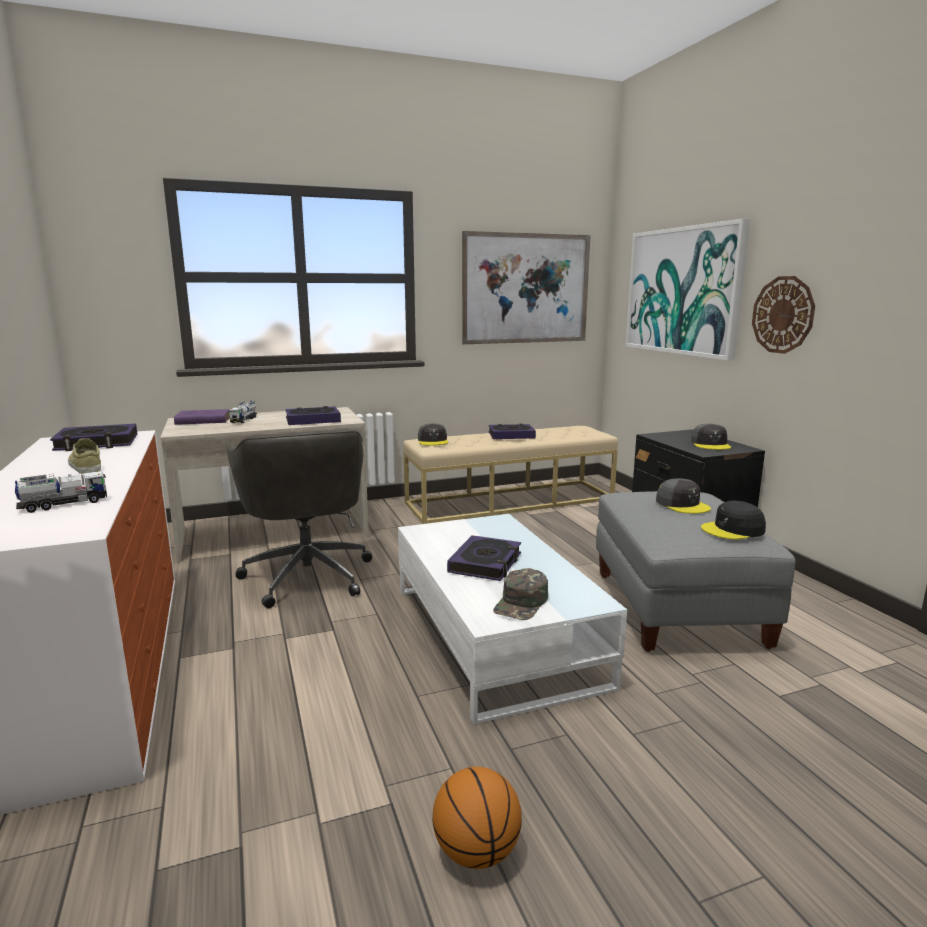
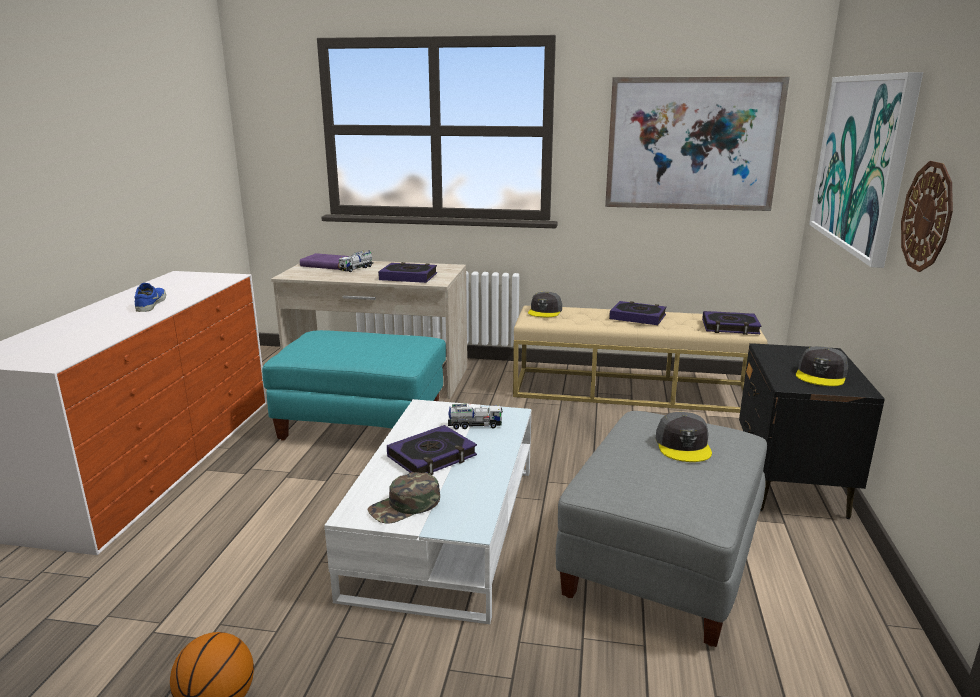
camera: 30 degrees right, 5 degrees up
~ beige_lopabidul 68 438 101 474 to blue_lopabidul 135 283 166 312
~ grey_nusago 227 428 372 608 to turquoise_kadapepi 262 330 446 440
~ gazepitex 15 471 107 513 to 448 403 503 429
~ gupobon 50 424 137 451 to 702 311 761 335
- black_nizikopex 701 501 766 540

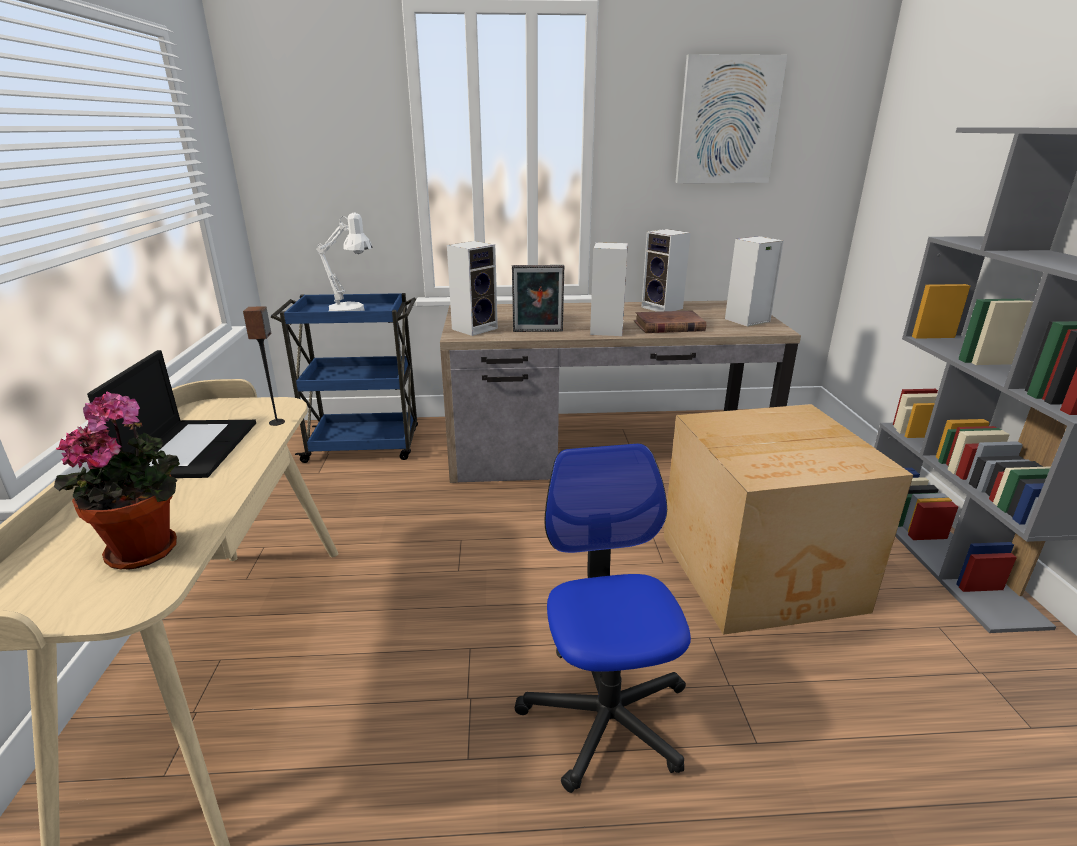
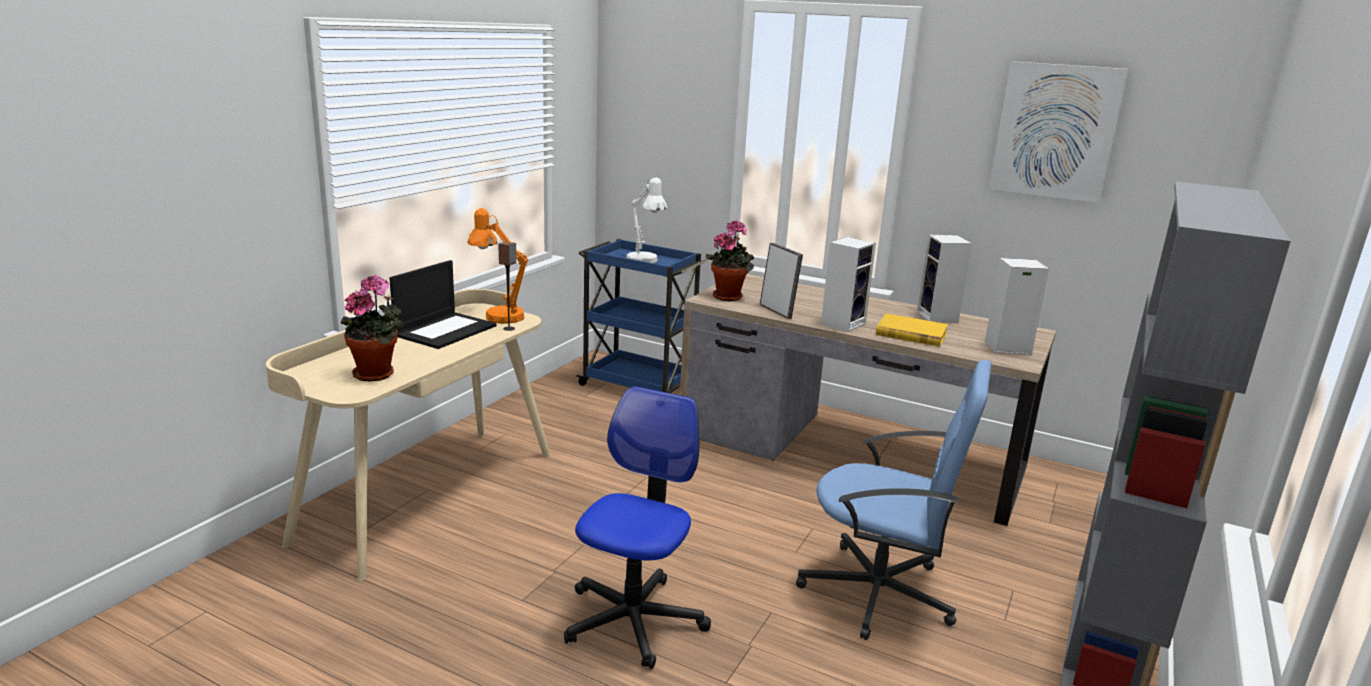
camera: 30 degrees right, 5 degrees down
+ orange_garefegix 467 208 529 324
~ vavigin 447 241 498 336 to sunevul 706 220 754 301
~ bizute 512 265 564 332 = 760 243 803 319 150 degrees counterclockwise
~ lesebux 663 404 913 635 to blue_nusago 796 360 992 640
~ brown_gupobon 634 310 706 333 to yellow_gupobon 876 313 949 347

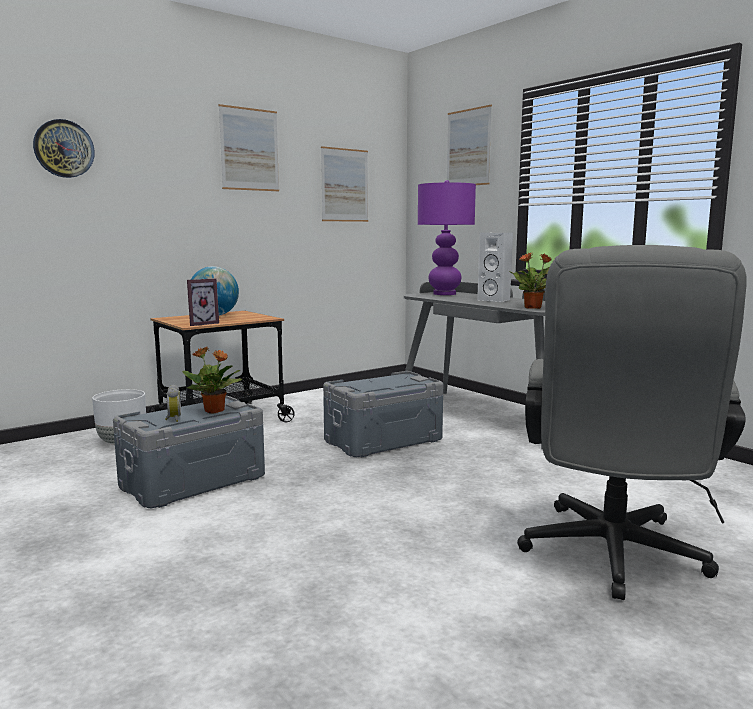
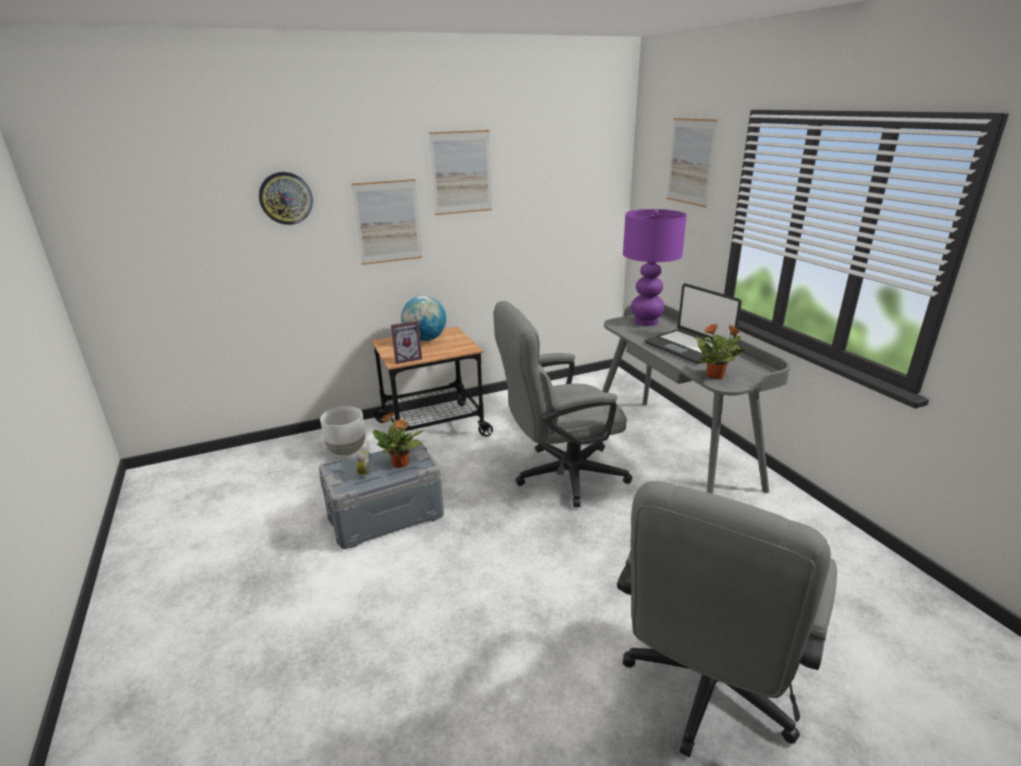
camera: 15 degrees right, 15 degrees up
~ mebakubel 321 146 368 222 to 351 179 422 265
~ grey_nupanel 323 371 443 457 to grey_nusago 493 301 632 507
~ white_vavigin 477 233 513 302 to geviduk 645 283 742 364

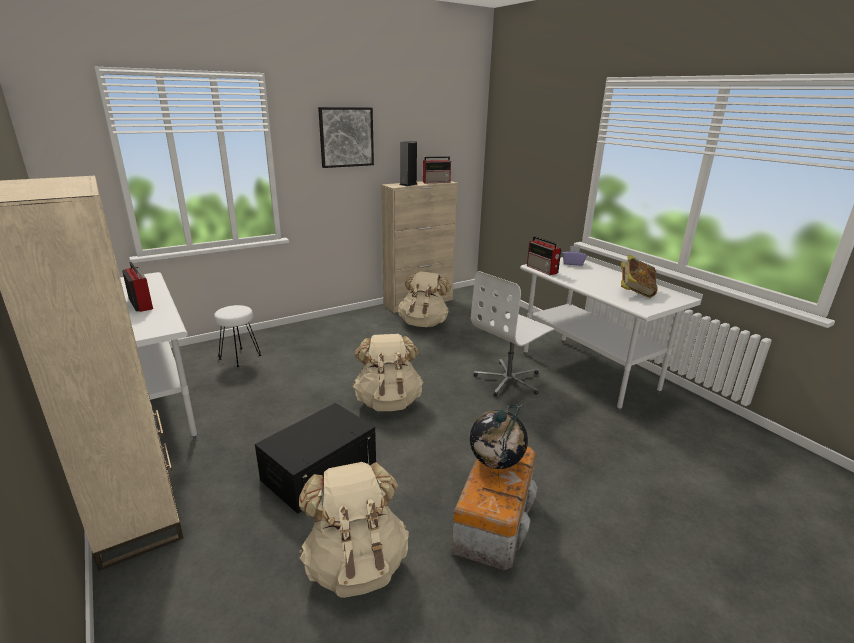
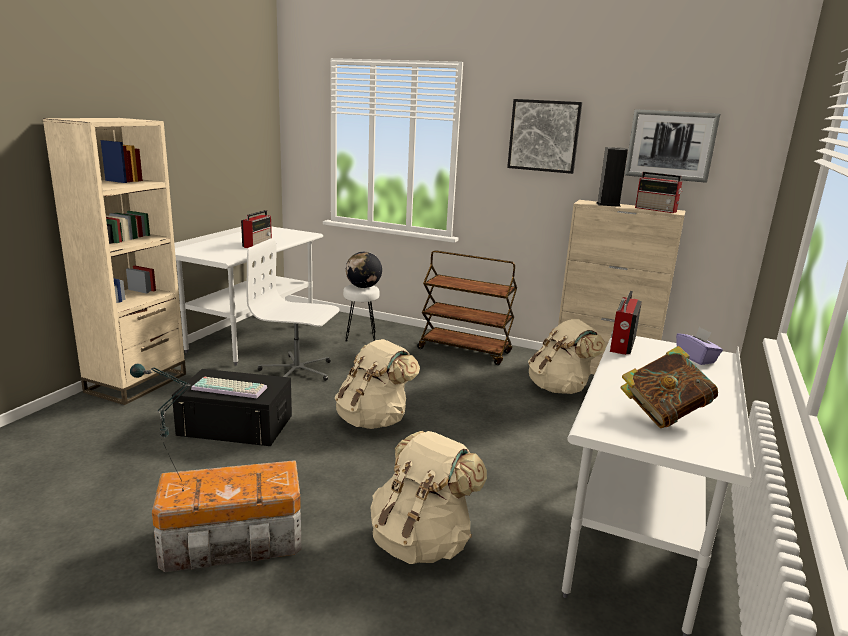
camera: 55 degrees right, 5 degrees down
+ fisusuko 191 377 267 398
~ white_nusago 471 271 554 396 to 247 238 339 381
~ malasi 470 410 528 469 to 346 252 382 288
~ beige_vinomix 299 462 409 598 to 370 431 487 564
+ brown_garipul 417 250 517 365
+ mebakubel 625 109 720 183

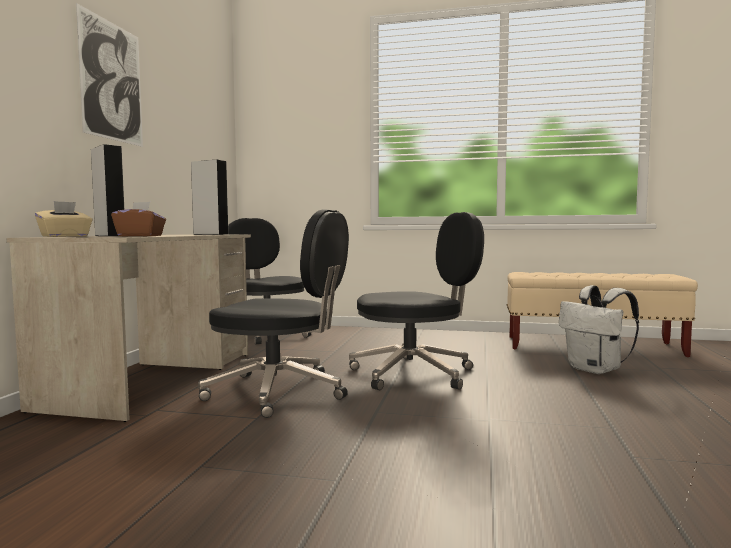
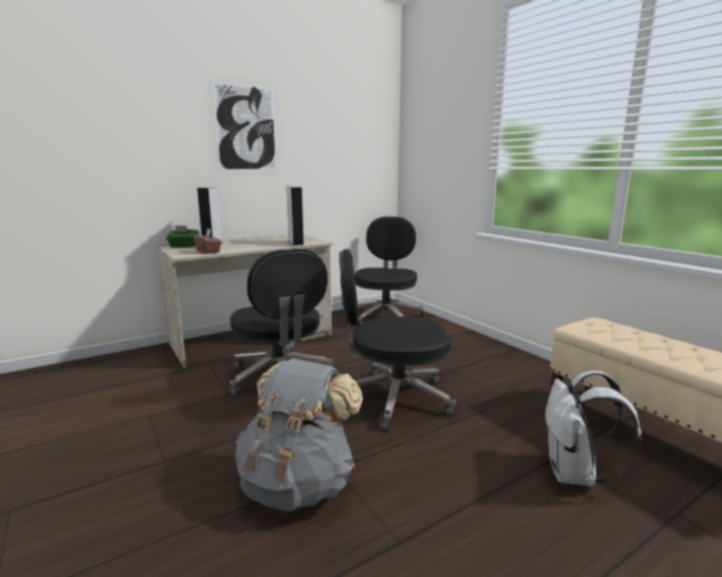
camera: 45 degrees right, 10 degrees up
~ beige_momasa 35 201 93 237 to green_momasa 166 225 199 248
+ grey_vinomix 235 358 363 512
~ black_nusago 349 212 484 390 = 339 249 456 431 150 degrees clockwise

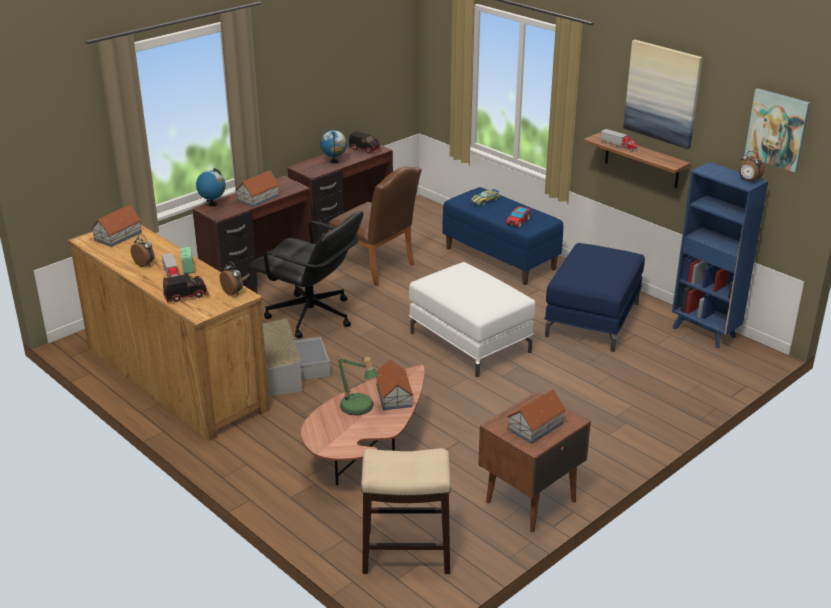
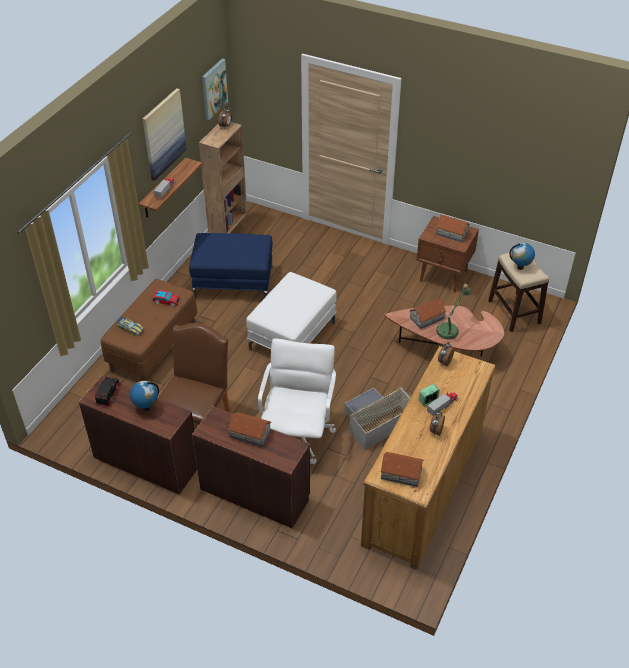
camera: 110 degrees left, 15 degrees up
~ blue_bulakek 442 187 563 285 to brown_bulakek 101 279 197 381
~ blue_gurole 672 162 768 348 to brown_gurole 199 122 247 233
~ black_nusago 249 211 363 338 to white_nusago 258 339 336 464
~ malasi 196 168 226 207 to 509 243 535 270
- gazepitex 163 274 209 303

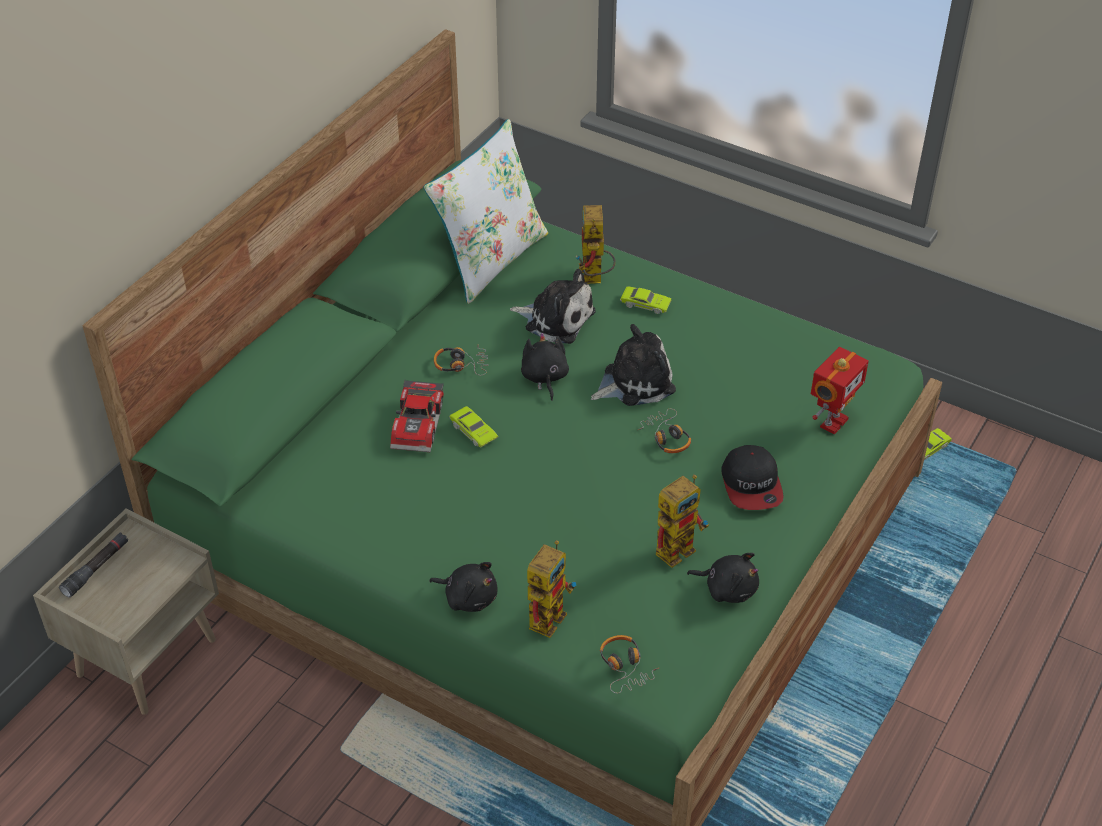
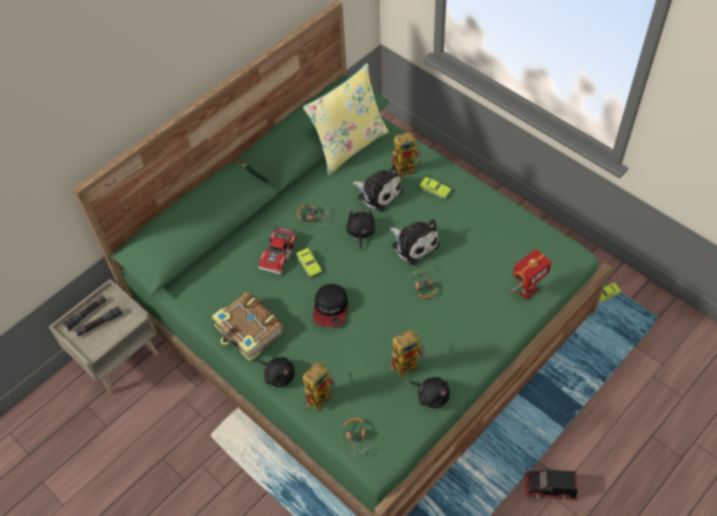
camera: 15 degrees right, 10 degrees up
+ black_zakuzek 75 306 123 337
+ gupobon 212 292 284 362
~ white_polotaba 423 119 548 304 to yellow_polotaba 303 63 389 175
~ nizikopex 721 445 784 510 to 313 284 348 327
~ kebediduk 591 324 676 406 = 390 219 440 265 60 degrees clockwise
~ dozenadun 576 205 616 284 = 391 132 422 177 120 degrees counterclockwise
+ gazepitex 525 469 577 501

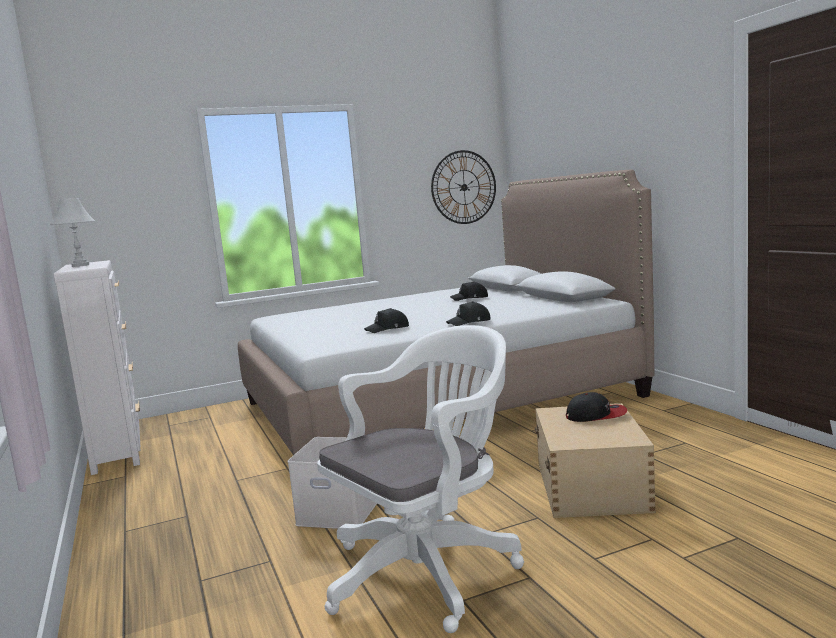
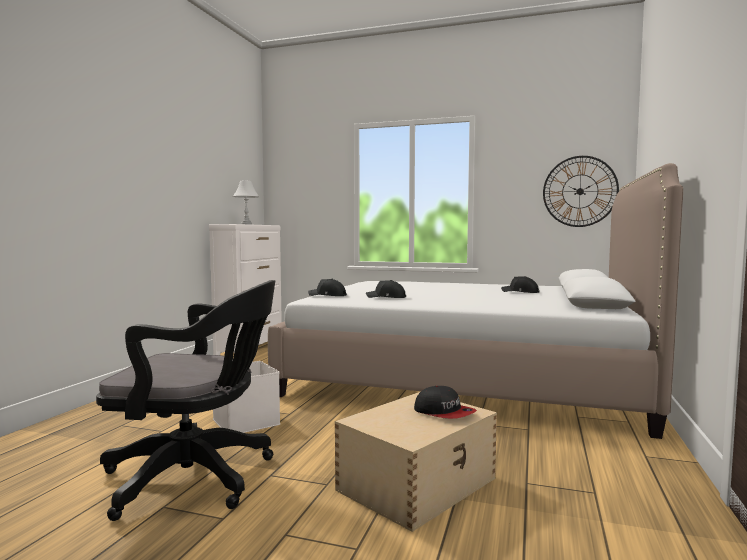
camera: 40 degrees right, 5 degrees down
~ white_nusago 317 325 524 633 to black_nusago 96 280 275 521
~ black_nizikopex 446 301 490 326 to 308 279 347 296

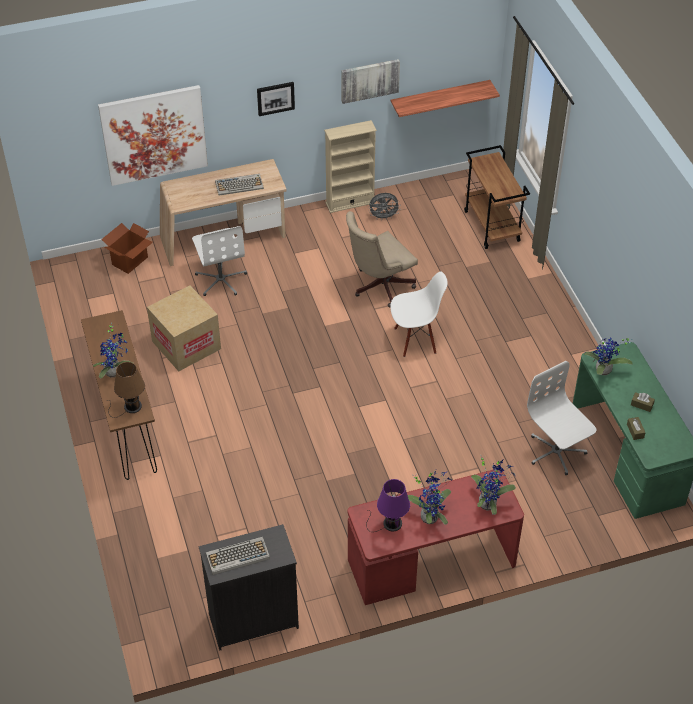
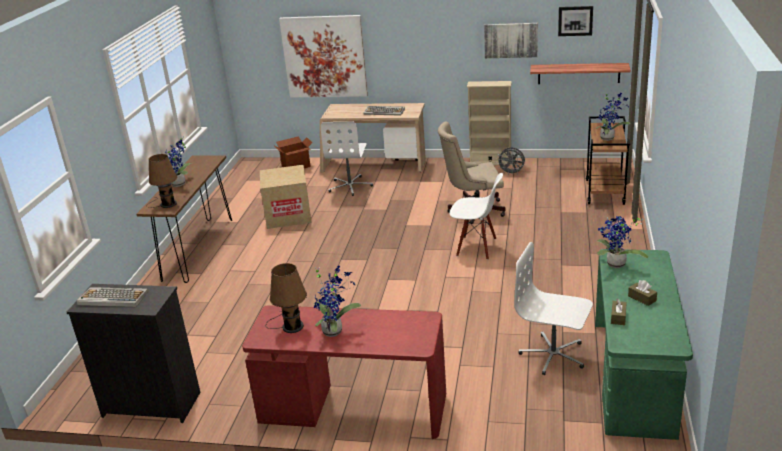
camera: 30 degrees right, 20 degrees down
~ purple_garefegix 366 479 410 532 to brown_garefegix 266 263 307 333
~ white_nusago 527 361 597 475 = 514 242 593 375 60 degrees counterclockwise
~ mebakubel 257 82 295 116 to 558 6 593 36
~ sunevul 471 455 516 515 to 595 93 630 141

